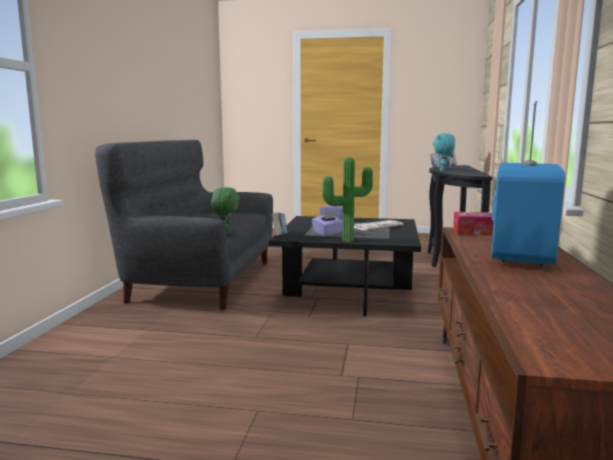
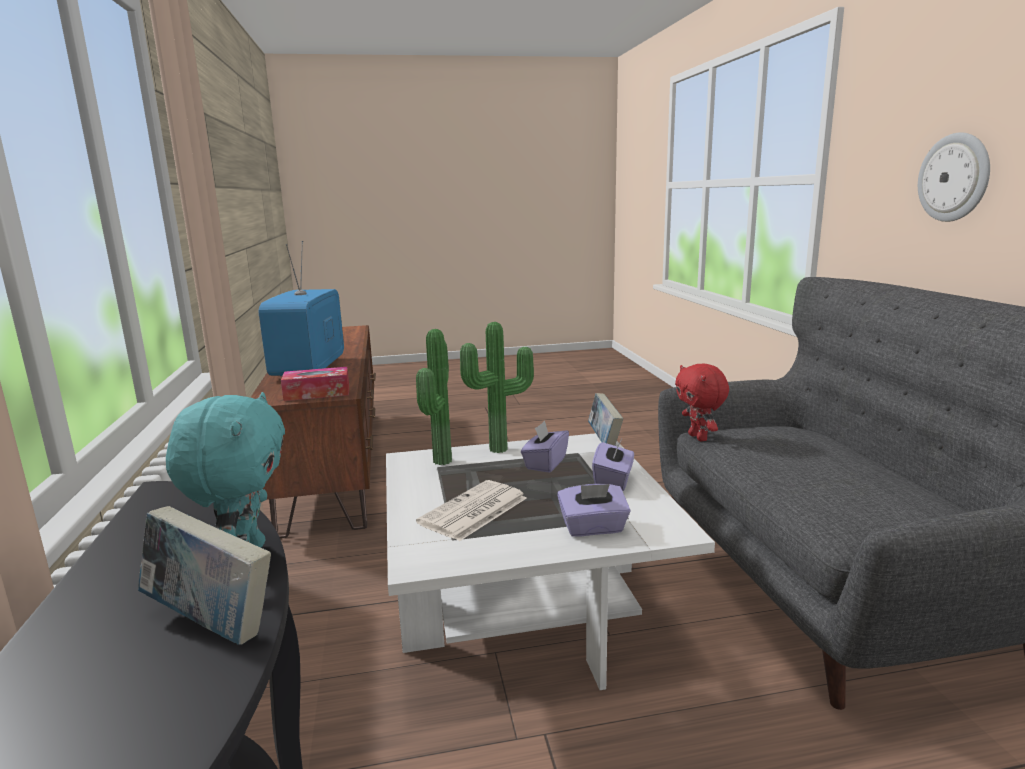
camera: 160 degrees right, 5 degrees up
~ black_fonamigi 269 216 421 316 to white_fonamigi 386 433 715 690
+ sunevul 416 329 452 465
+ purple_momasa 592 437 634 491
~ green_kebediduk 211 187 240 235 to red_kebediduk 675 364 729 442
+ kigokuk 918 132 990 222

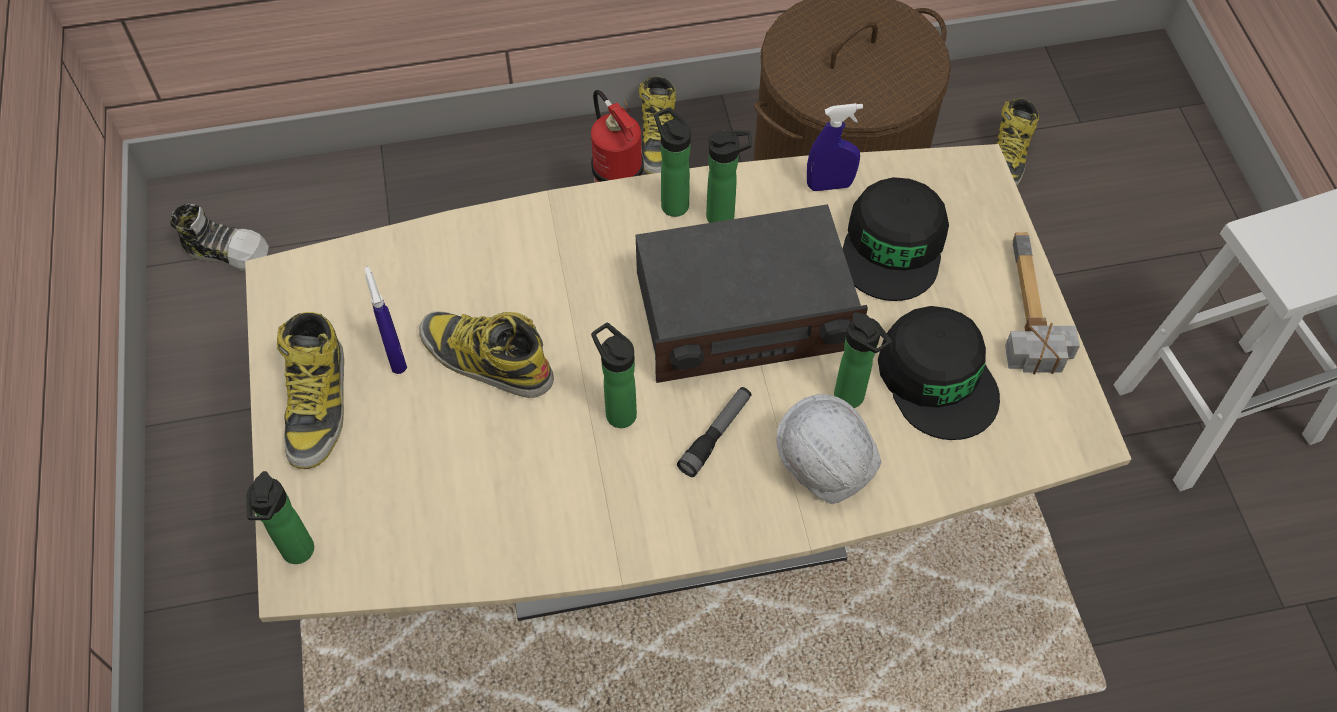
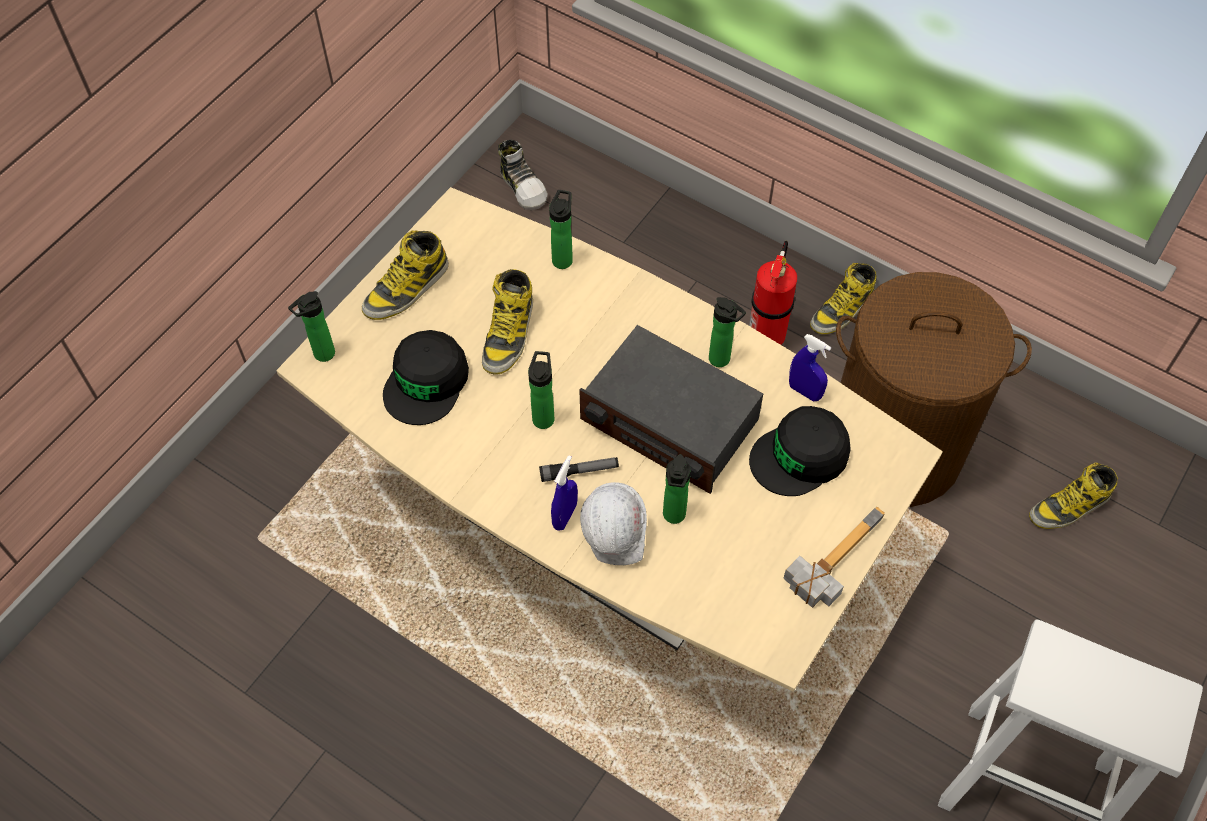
camera: 45 degrees right, 0 degrees up
~ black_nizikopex 878 306 1000 440 to 383 330 469 425
~ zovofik 419 311 554 398 = 482 269 533 375 150 degrees counterclockwise
~ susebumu 654 107 691 217 to 549 190 573 269
~ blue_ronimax 365 267 407 374 to 551 456 578 531

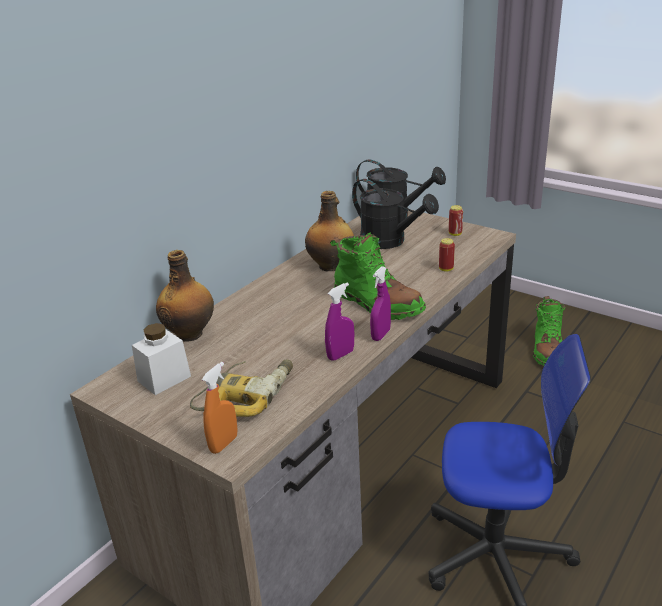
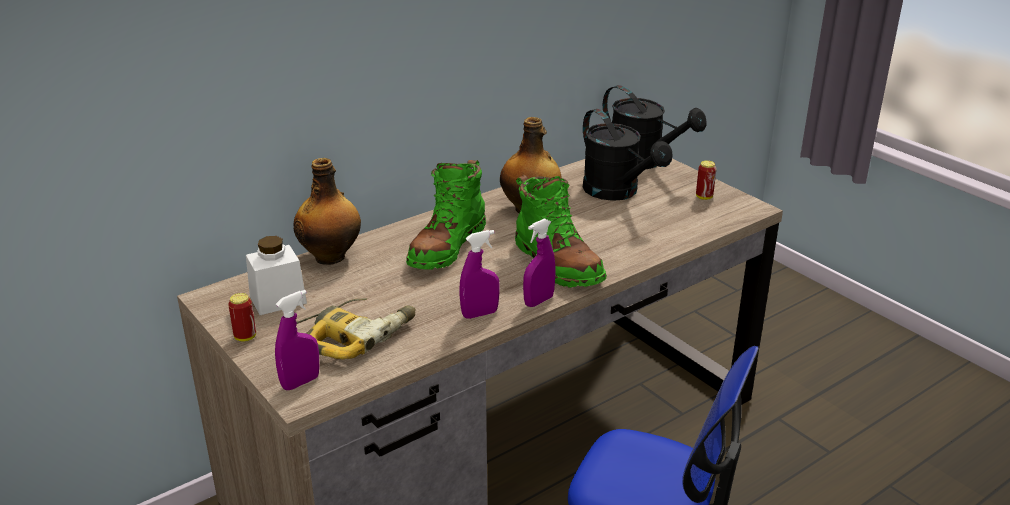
camera: 15 degrees right, 0 degrees up
~ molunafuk 439 238 455 272 to 228 293 256 342
~ orange_ronimax 202 362 238 454 to purple_ronimax 275 290 319 390
~ green_zovofik 533 296 565 366 to 406 160 486 270

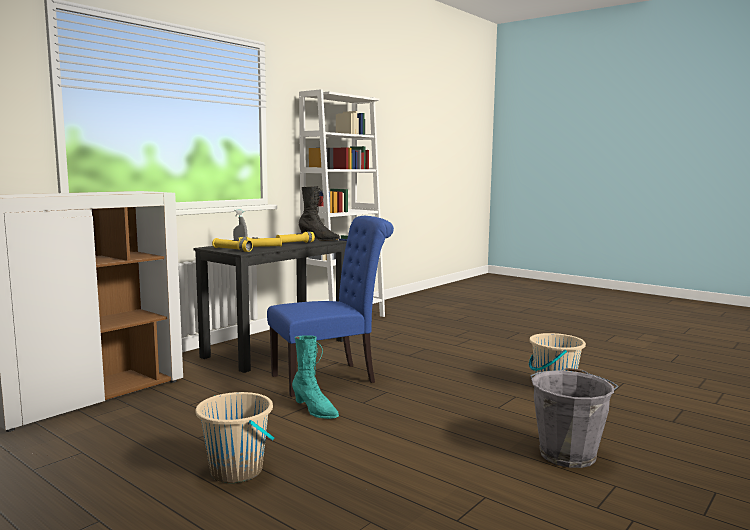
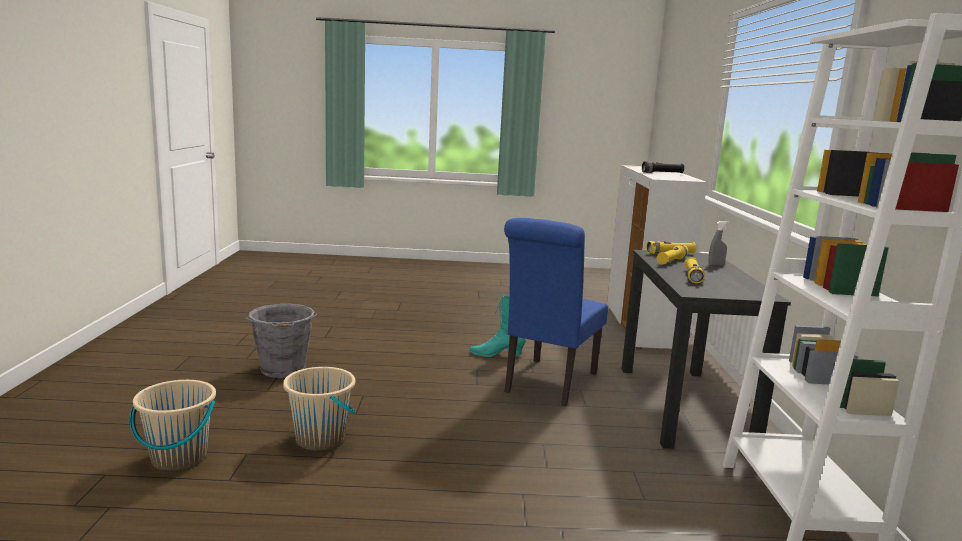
camera: 140 degrees right, 5 degrees up
~ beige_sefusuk 196 392 274 483 to 130 380 216 471
+ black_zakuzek 642 161 684 173
- black_zovofik 299 186 340 241

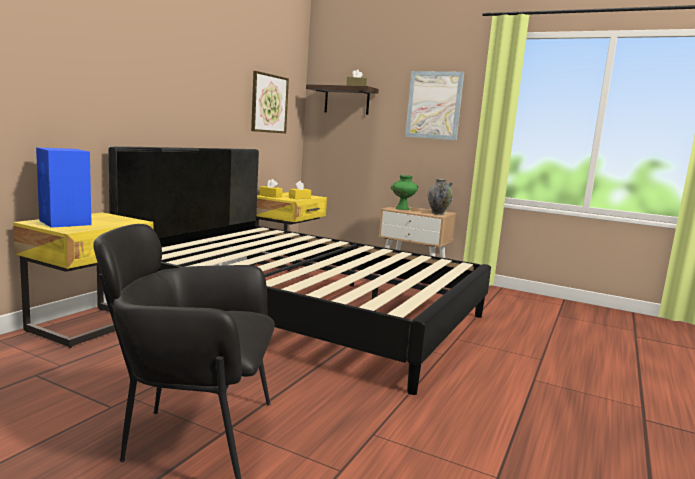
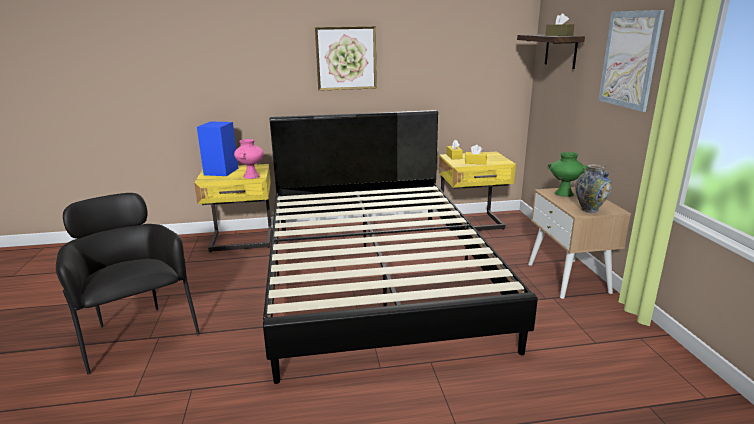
camera: 55 degrees right, 10 degrees up
+ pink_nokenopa 234 139 264 179
~ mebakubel 251 71 289 133 to 315 26 377 91

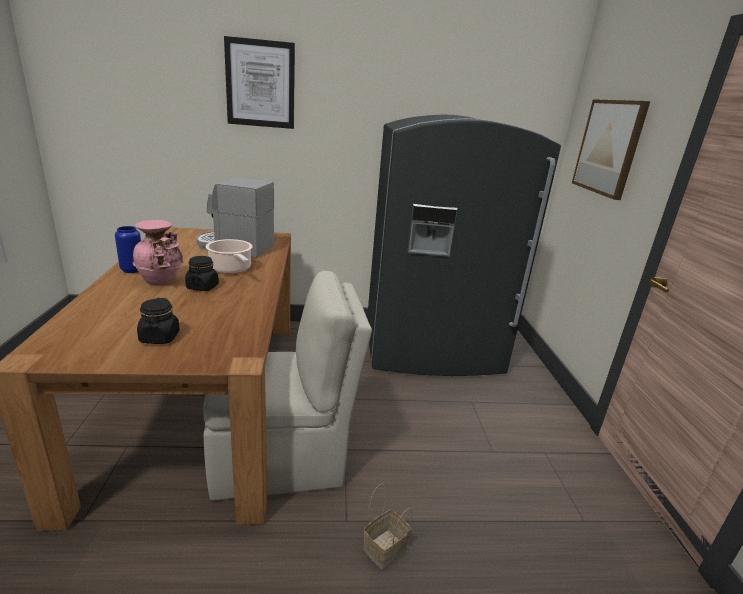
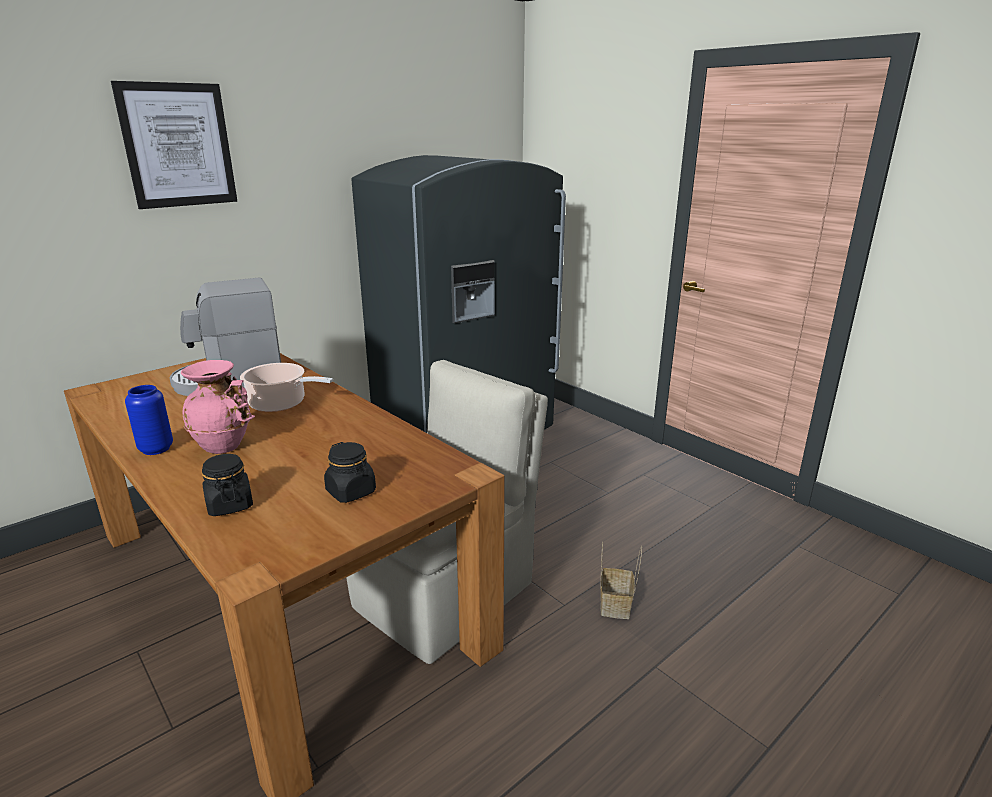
camera: 35 degrees left, 0 degrees up
~ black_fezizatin 185 256 219 291 to 202 454 253 516
- mebakubel 572 99 650 200

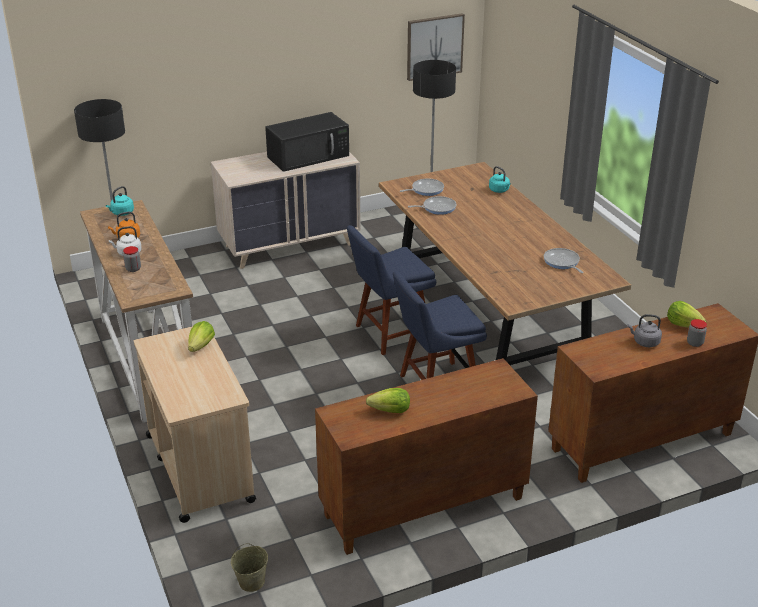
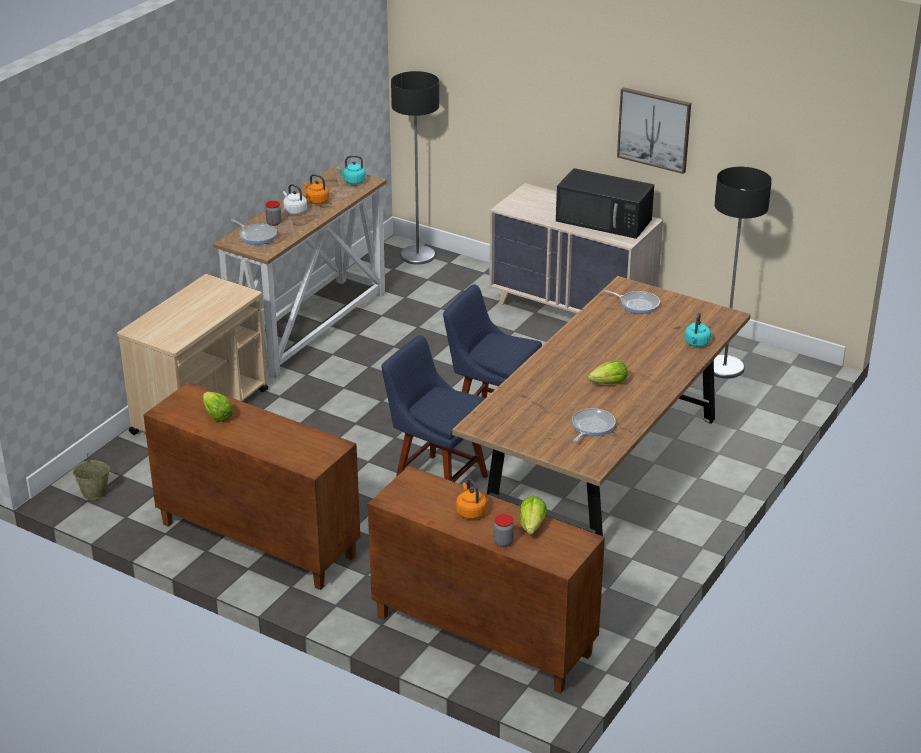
camera: 55 degrees right, 0 degrees up
~ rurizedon 408 196 456 215 to 231 219 277 245
~ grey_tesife 628 314 662 347 to orange_tesife 456 479 487 519
~ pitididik 188 321 215 352 to 588 360 627 384
~ mebakubel 407 13 465 81 to 617 87 691 174

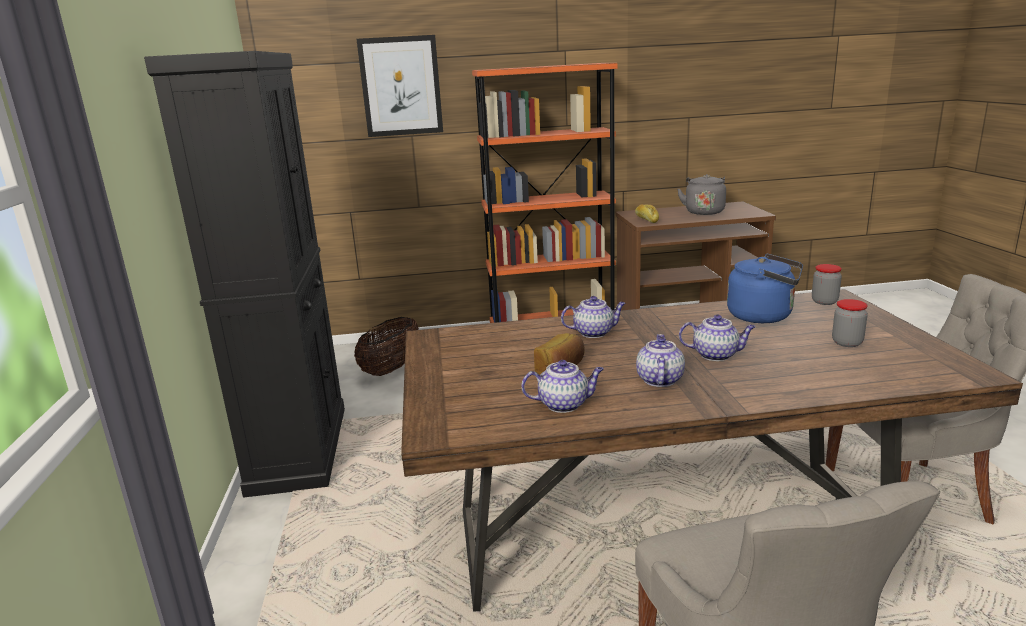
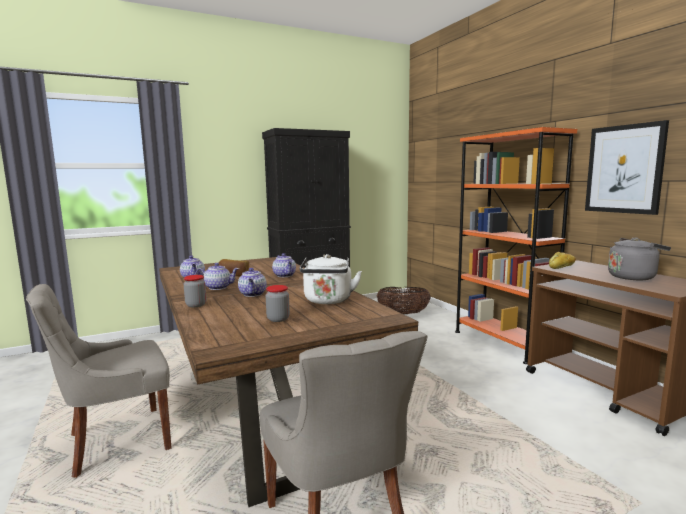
camera: 70 degrees right, 10 degrees down
~ fezizatin 812 264 842 305 to 184 275 206 307
~ blue_tesife 727 254 803 323 to white_tesife 300 254 362 304
~ mebakubel 357 35 443 137 to 585 120 669 215

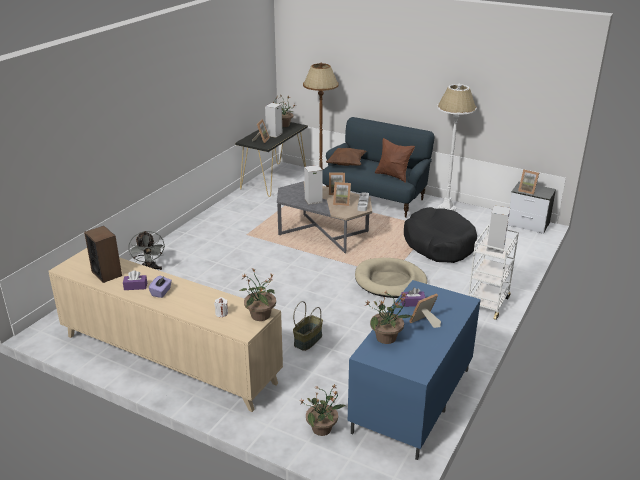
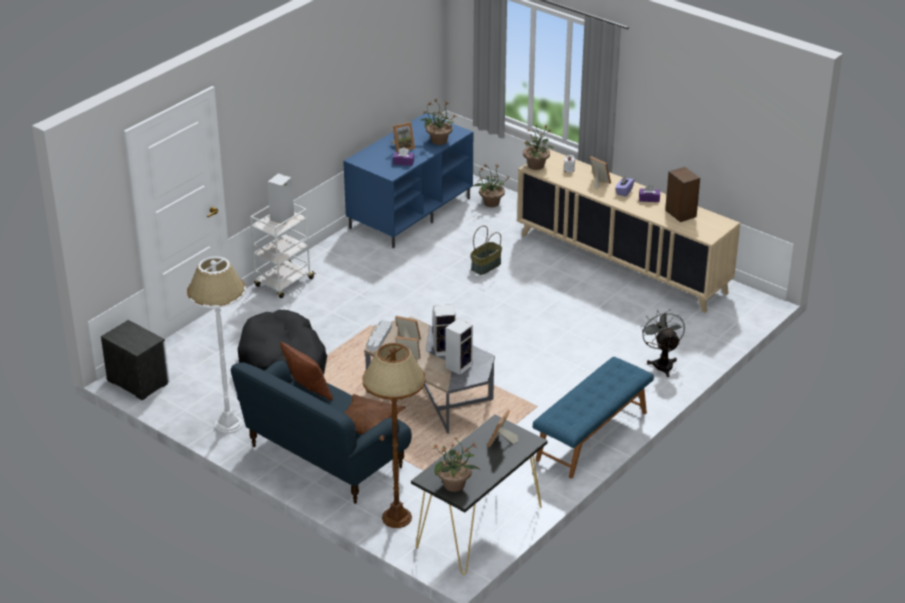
camera: 170 degrees left, 5 degrees up
~ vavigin 265 103 283 138 to 445 319 473 375
+ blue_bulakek 533 357 654 478
~ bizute 518 169 539 195 to 590 156 611 190
- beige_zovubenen 355 258 427 298

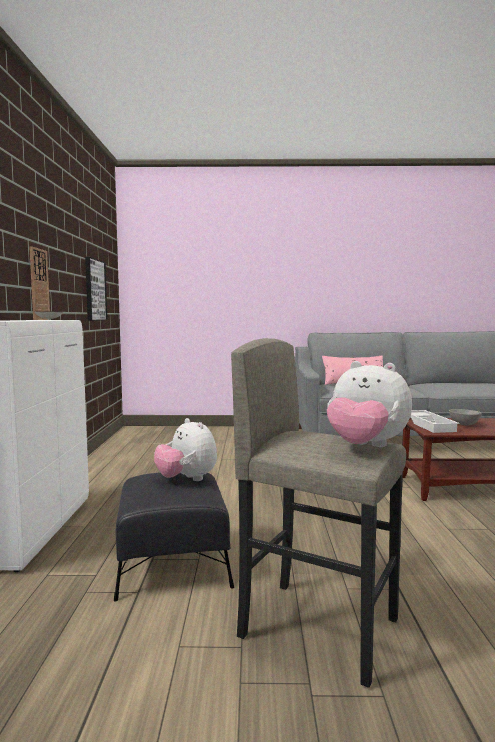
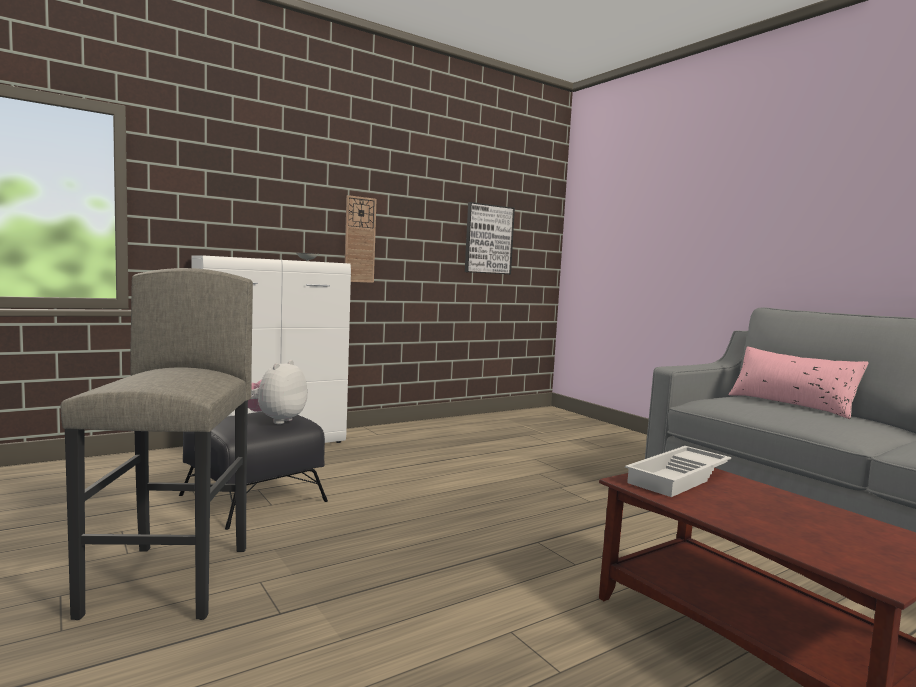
camera: 55 degrees right, 0 degrees up
- kebediduk 327 361 412 447
- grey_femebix 449 409 482 426

